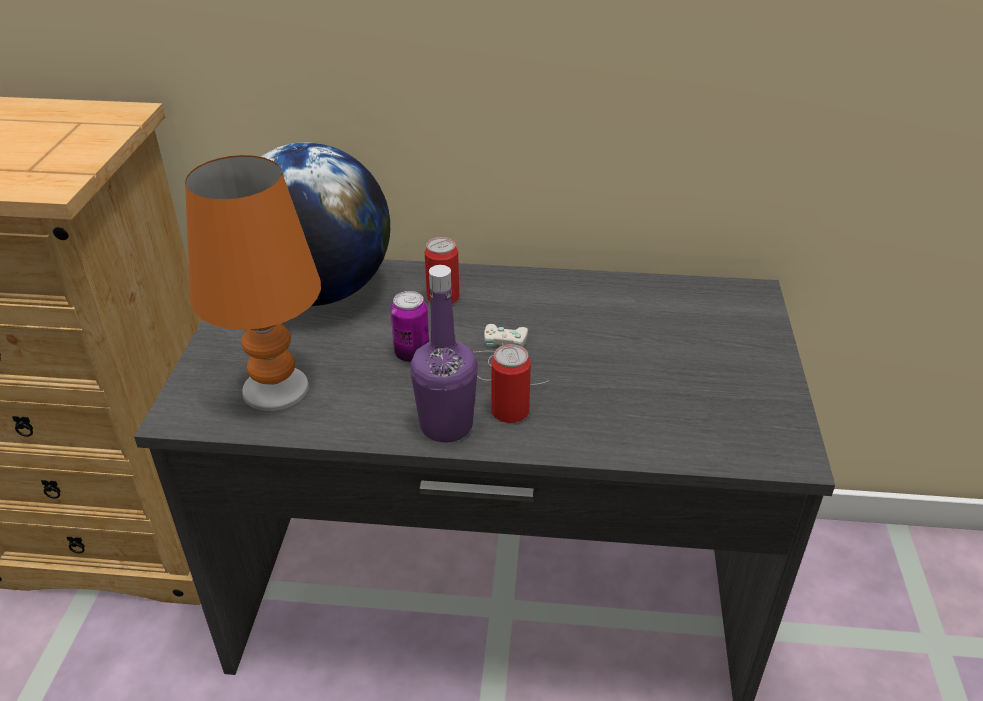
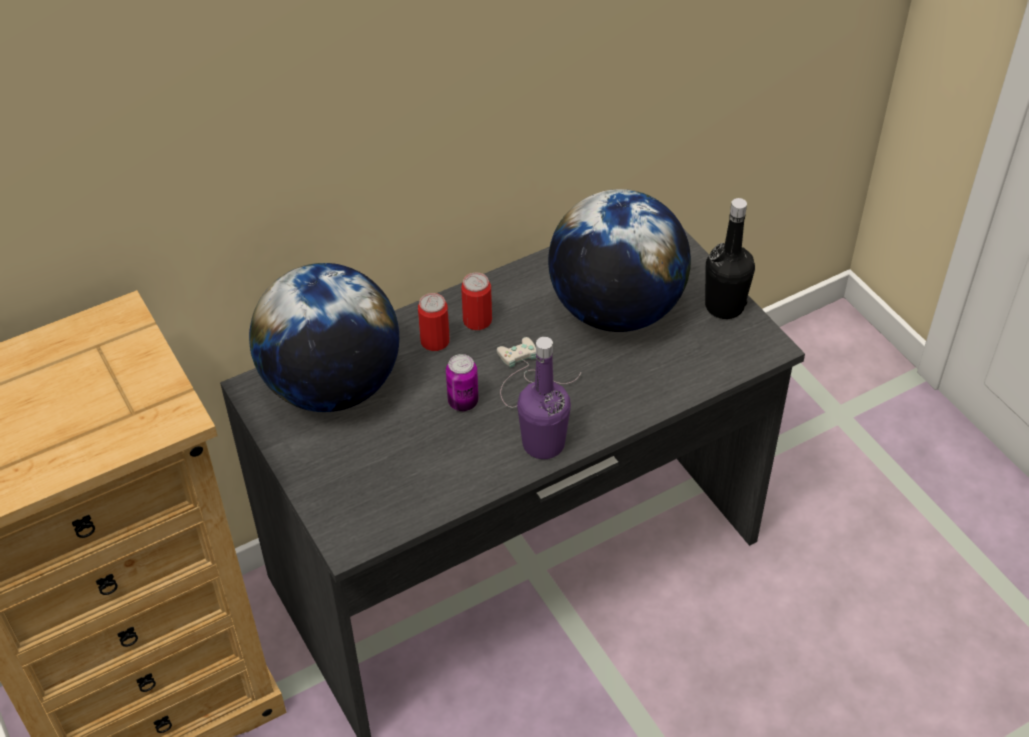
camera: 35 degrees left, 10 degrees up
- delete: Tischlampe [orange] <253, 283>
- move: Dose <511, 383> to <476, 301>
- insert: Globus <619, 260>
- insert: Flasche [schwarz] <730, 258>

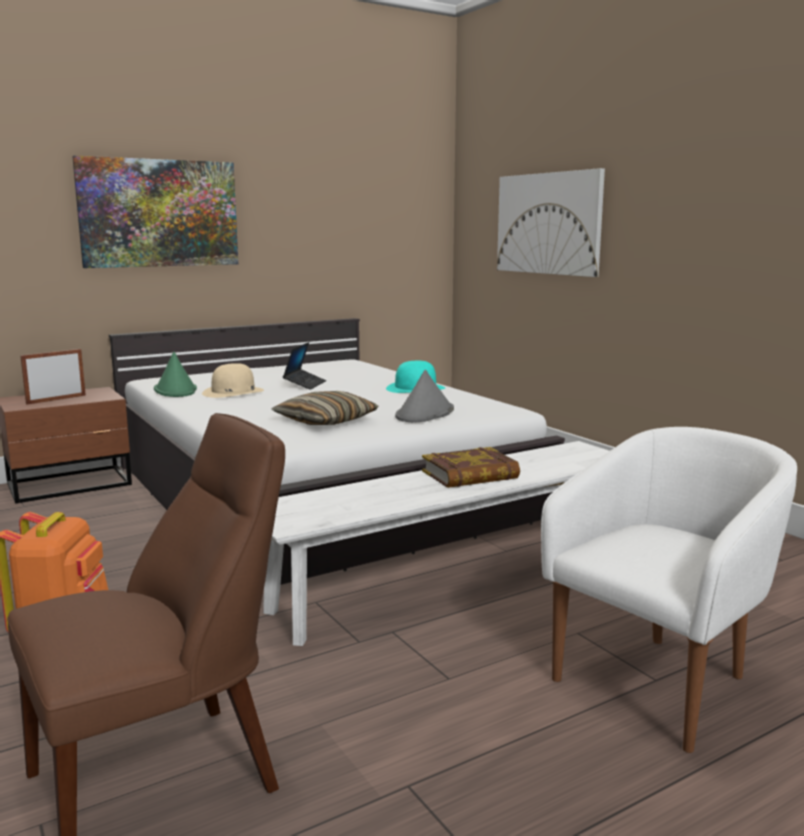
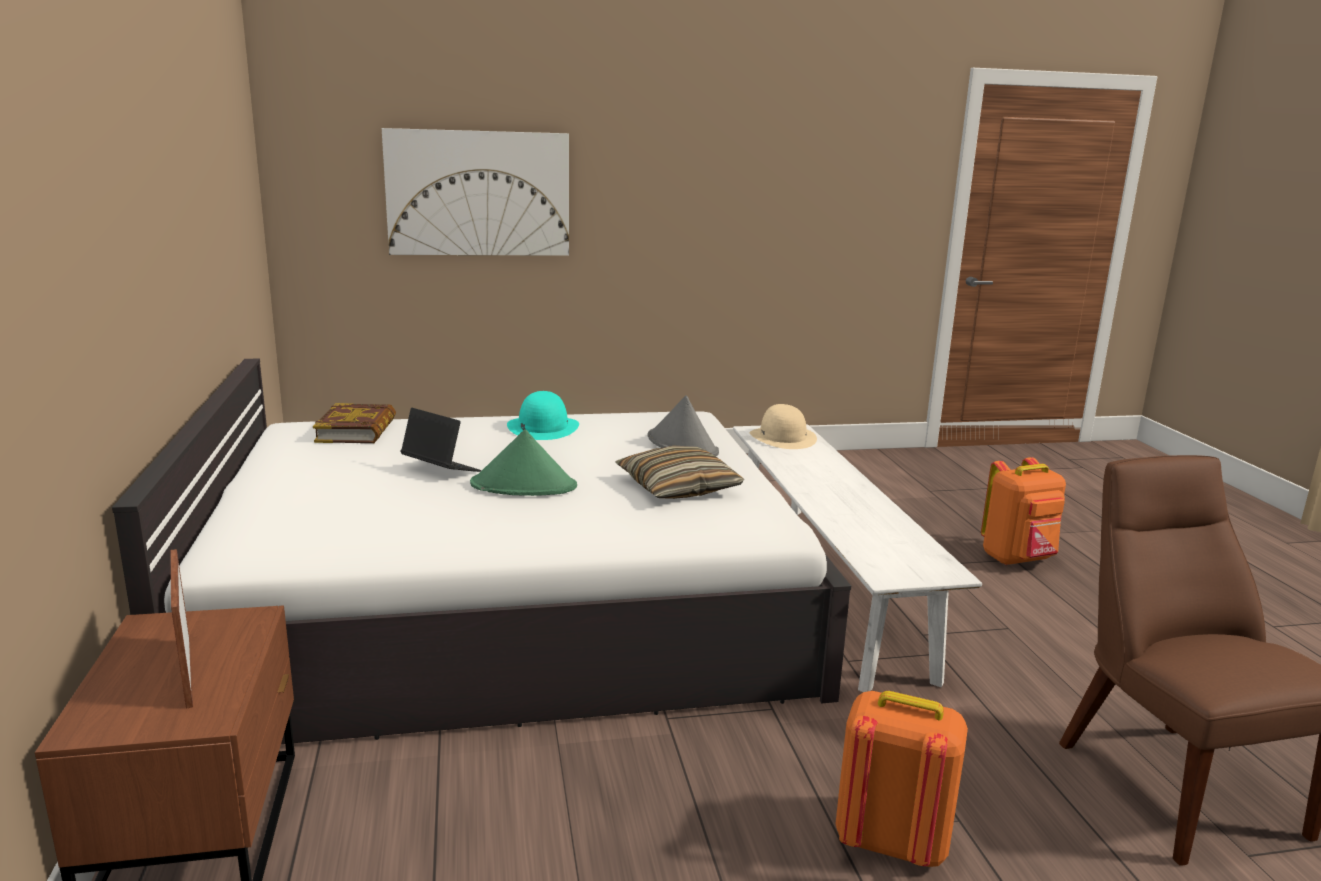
camera: 70 degrees left, 5 degrees up
- delete: Bild <155, 212>
- move: Hut [grün] <175, 374> to <523, 462>
- move: Hut [beige] <233, 380> to <783, 426>
- replace: Sessel [weiß] <669, 590> to Rucksack [orange] <1023, 511>
- move: Buch <471, 467> to <354, 423>

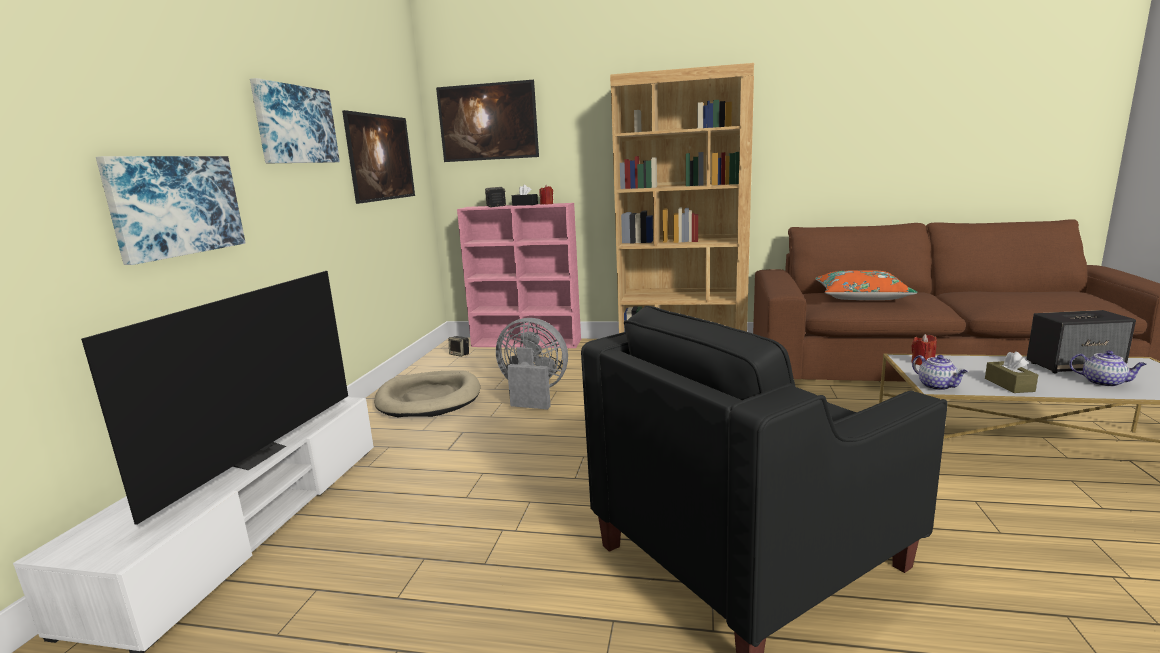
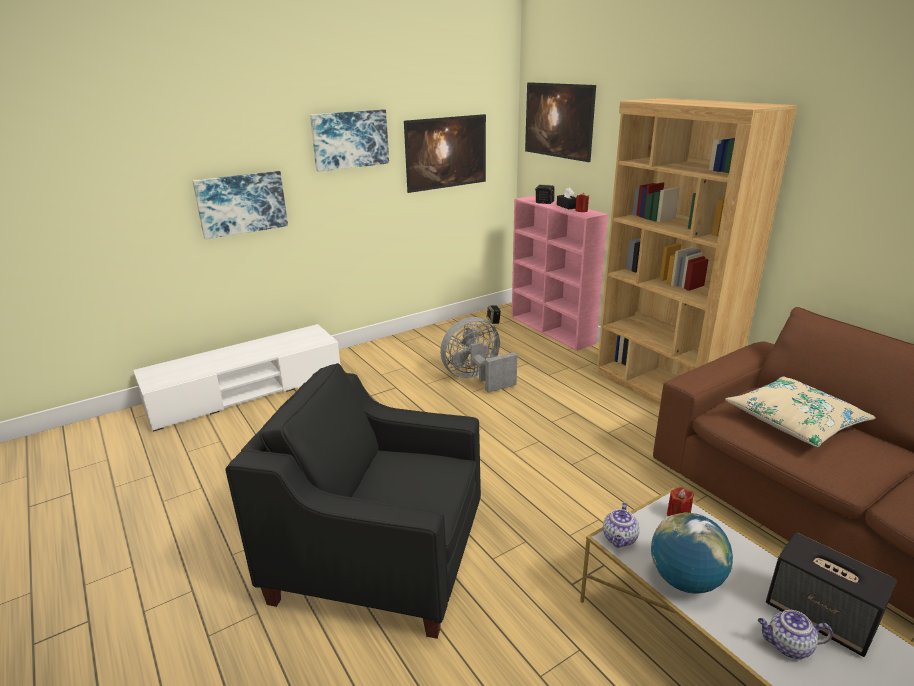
camera: 45 degrees right, 10 degrees up
- recolor: Kissen [orange] <866, 285> to Kissen [beige] <800, 411>
- delete: Fernseher <214, 398>
- rotate: Ventilator [grau] <532, 364> = <478, 355> 90 degrees counterclockwise
- replace: Taschentuchbox [braun] <1011, 372> to Globus <692, 553>
- rotate: Teekanne <1108, 369> = <795, 634> 105 degrees clockwise
- delete: Hundebett [beige] <427, 393>

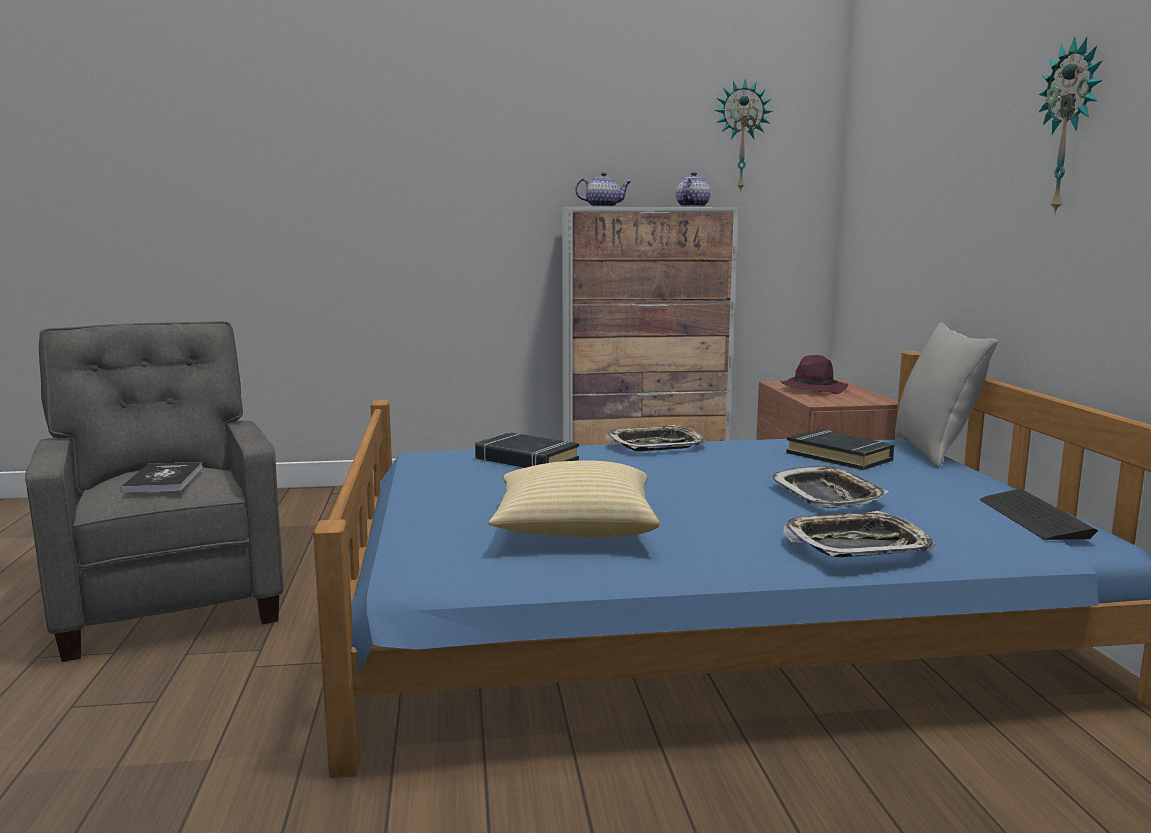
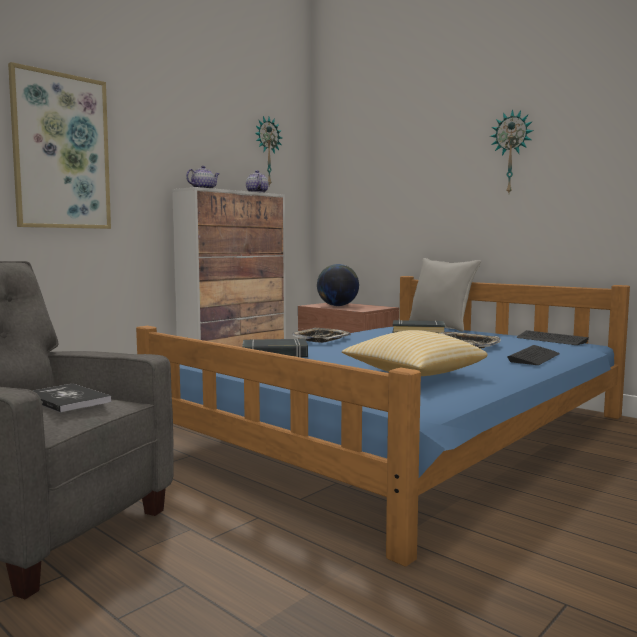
camera: 40 degrees left, 5 degrees down
- replace: Hut [lila] <814, 374> to Globus <338, 285>
- replace: Tablett <859, 534> to Tastatur <533, 355>
- insert: Bild <59, 145>

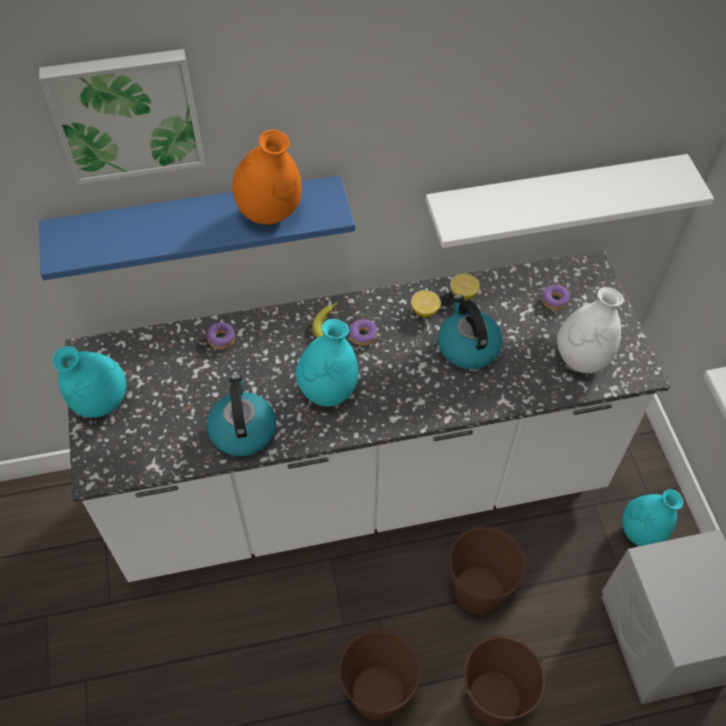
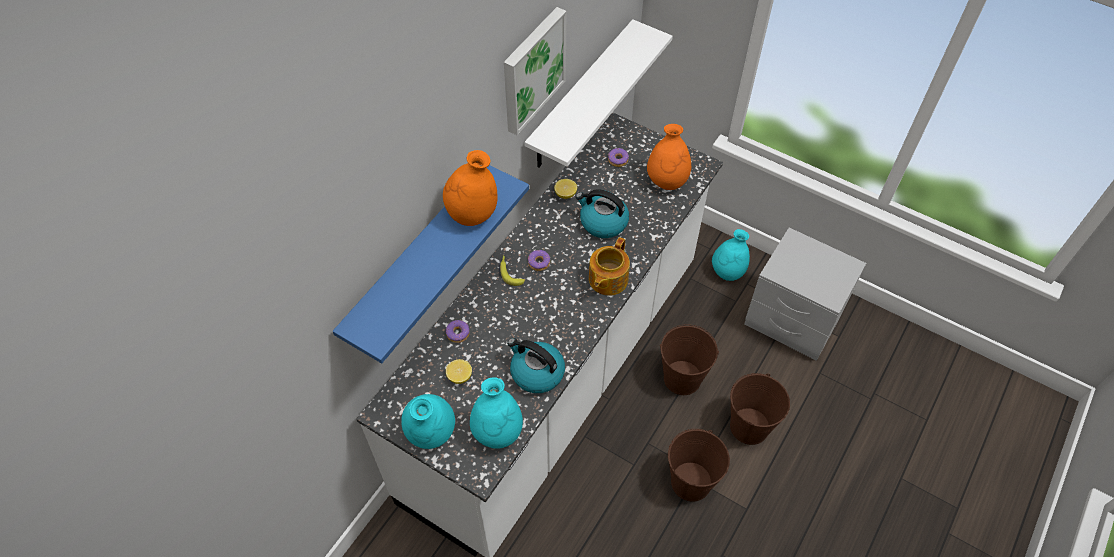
camera: 45 degrees left, 0 degrees up
- move: Bild <122, 116> to <535, 71>
- recolor: Vase [weiß] <590, 330> to Vase [orange] <669, 157>
- move: Zitrone <426, 303> to <459, 371>
- move: Vase [türkis] <327, 362> to <496, 413>
- insert: Teekanne <609, 266>

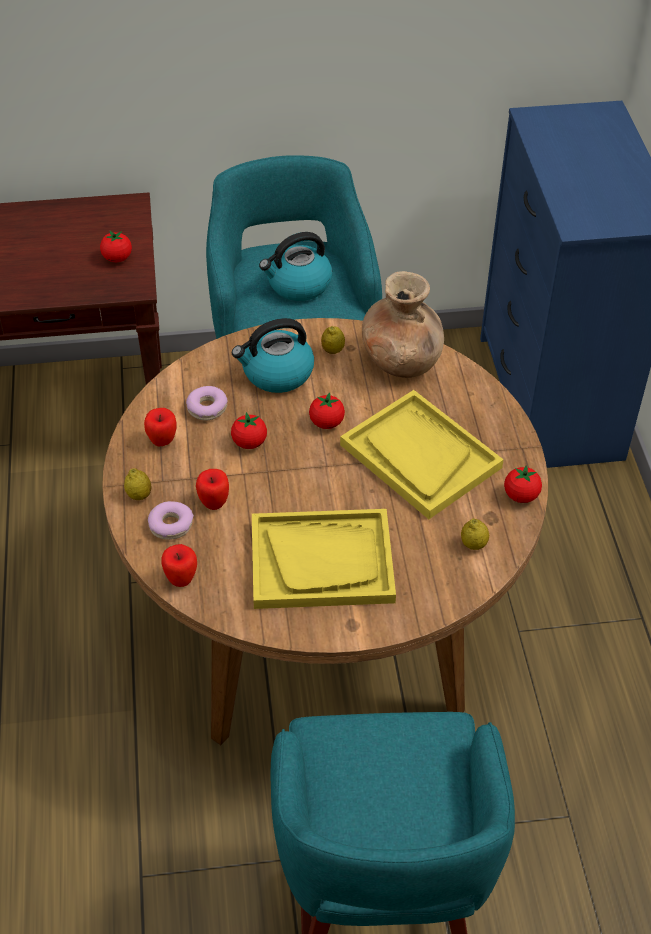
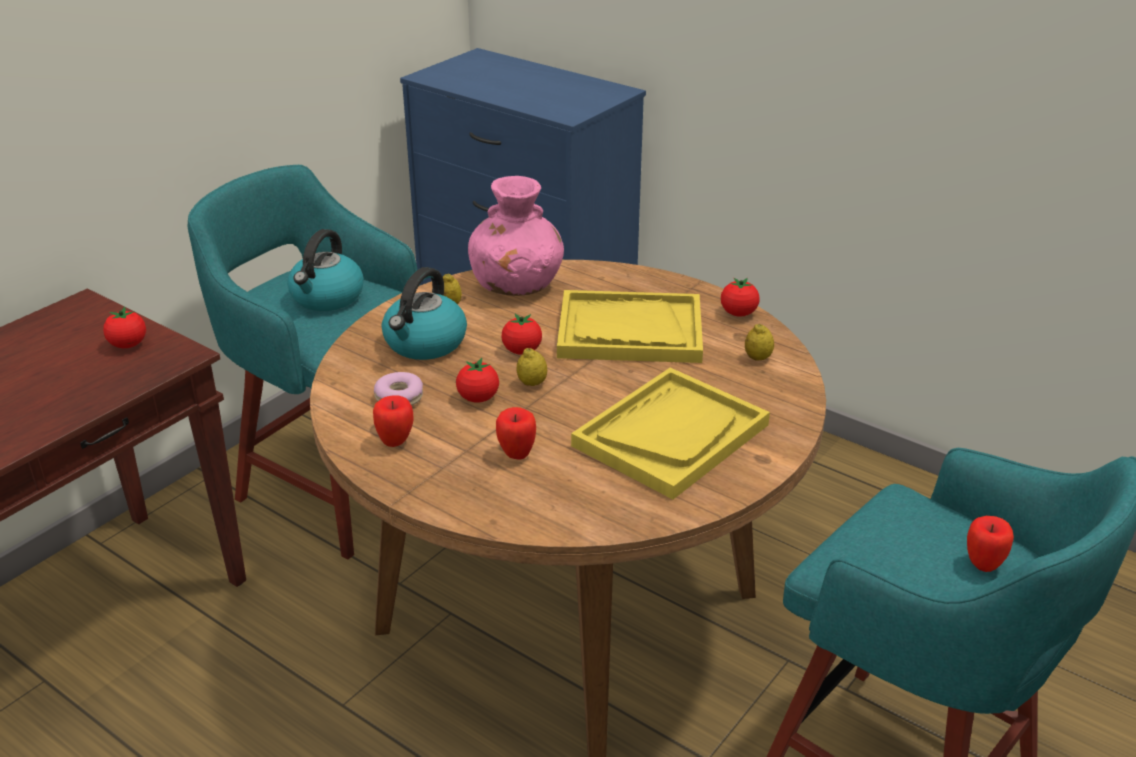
camera: 45 degrees left, 15 degrees down
- recolor: Vase [braun] <403, 324> to Vase [rosa] <516, 236>
- move: Zitrone <138, 484> to <531, 367>
- delete: Donut <171, 520>
- move: Apfel <179, 565> to <990, 544>

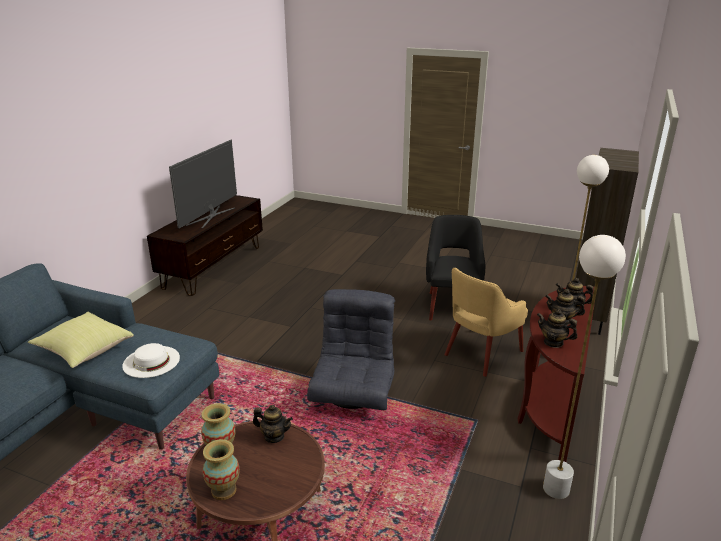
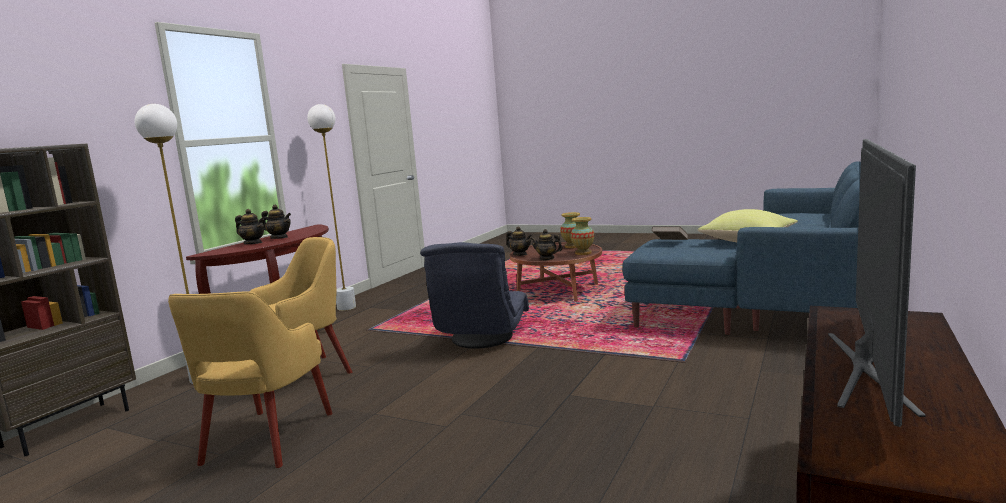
camera: 175 degrees left, 15 degrees down
- recolor: Sessel [schwarz] <455, 268> to Sessel [gelb] <250, 379>
- move: Teekanne <557, 328> to <519, 241>
- replace: Hut [weiß] <151, 360> to Buch [braun] <670, 233>

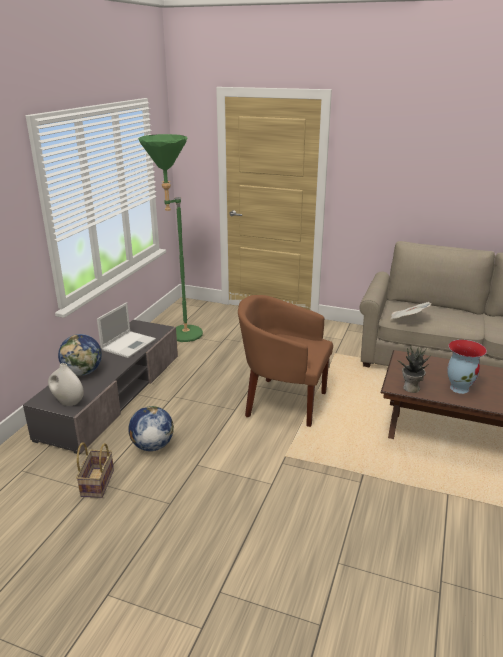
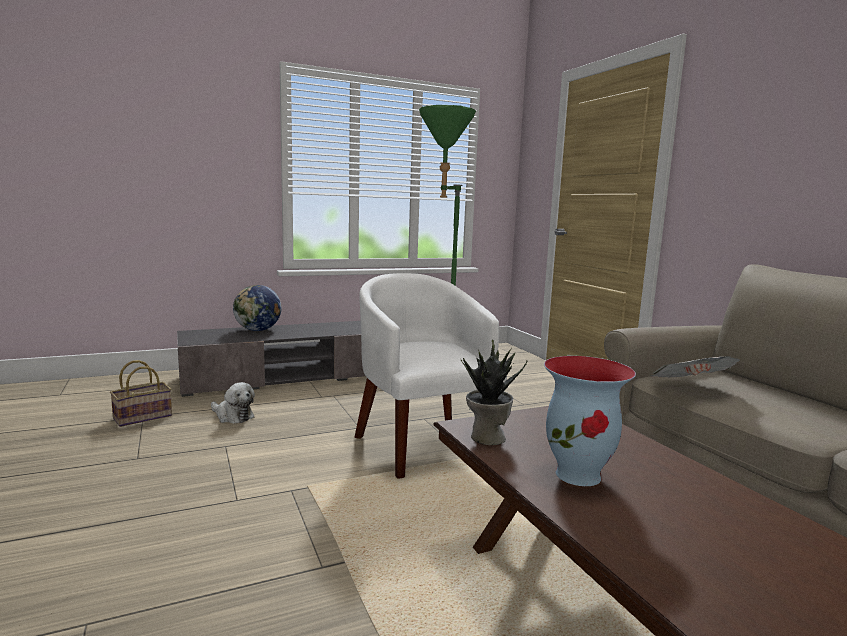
camera: 45 degrees right, 15 degrees down
- recolor: Sessel [braun] <285, 361> to Sessel [weiß] <430, 376>
- delete: Laptop <126, 330>
- delete: Vase [weiß] <66, 384>
- replace: Globus <151, 428> to Plüschtier <233, 403>

